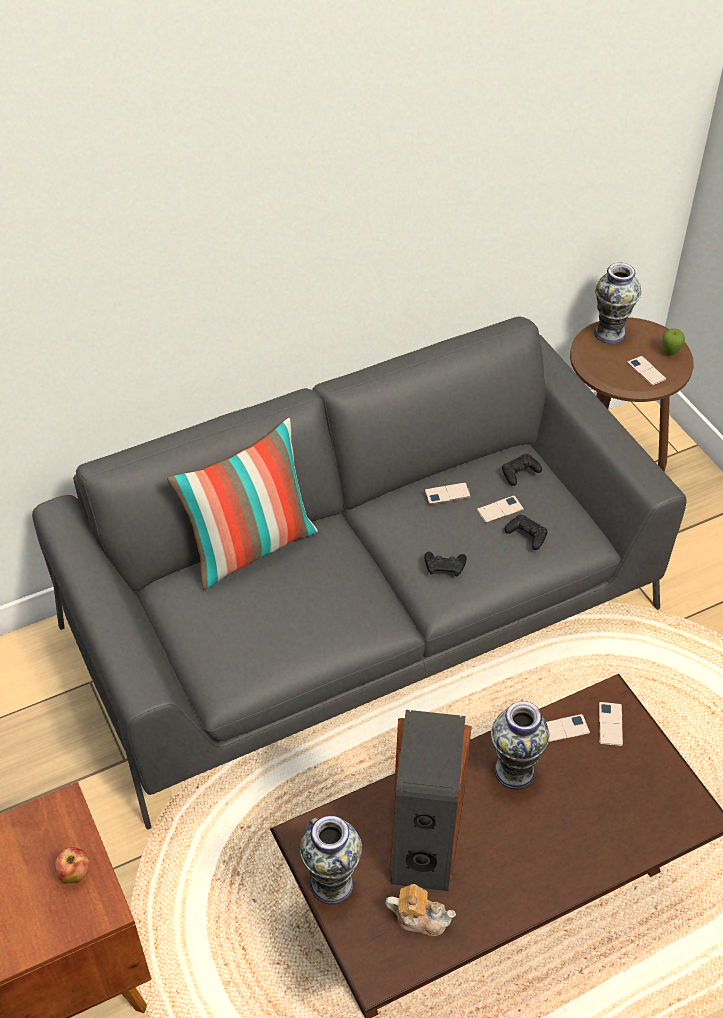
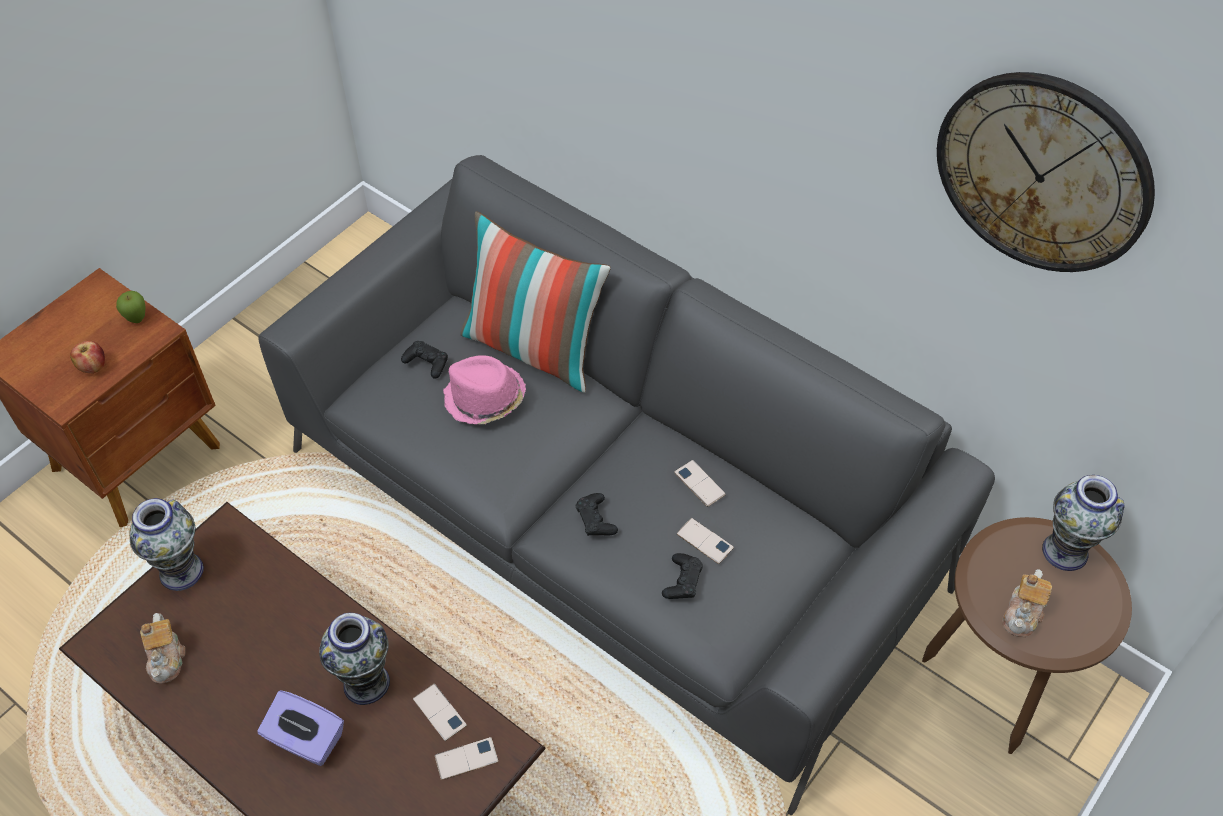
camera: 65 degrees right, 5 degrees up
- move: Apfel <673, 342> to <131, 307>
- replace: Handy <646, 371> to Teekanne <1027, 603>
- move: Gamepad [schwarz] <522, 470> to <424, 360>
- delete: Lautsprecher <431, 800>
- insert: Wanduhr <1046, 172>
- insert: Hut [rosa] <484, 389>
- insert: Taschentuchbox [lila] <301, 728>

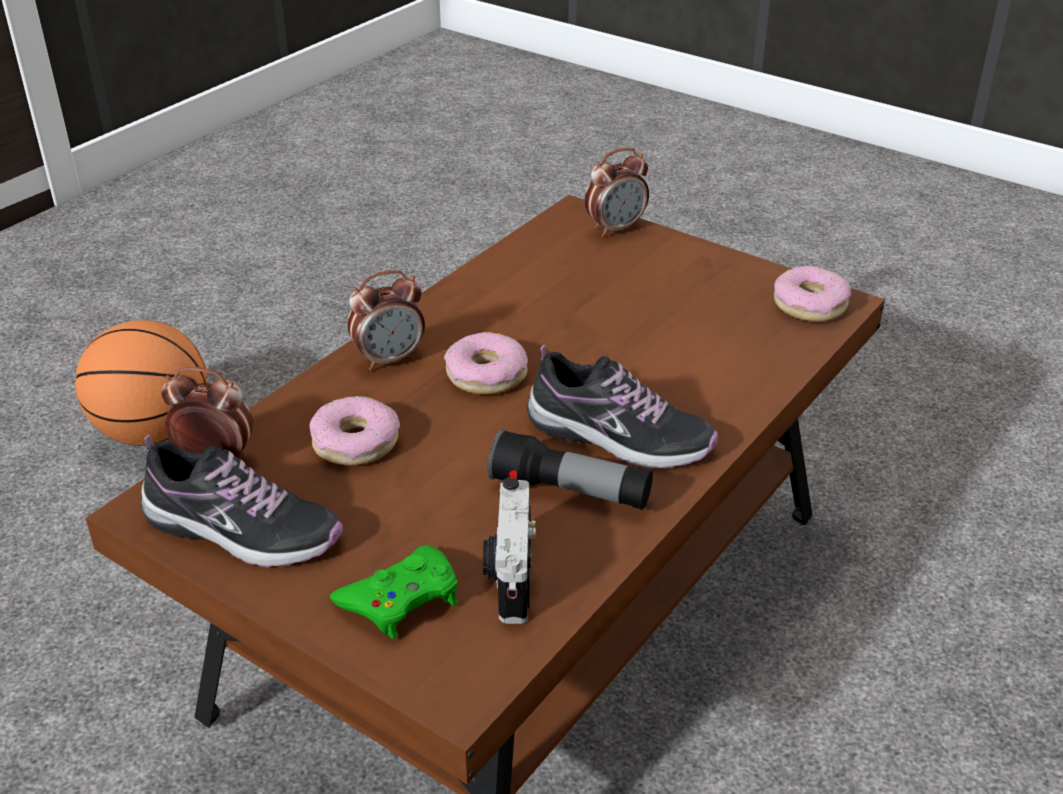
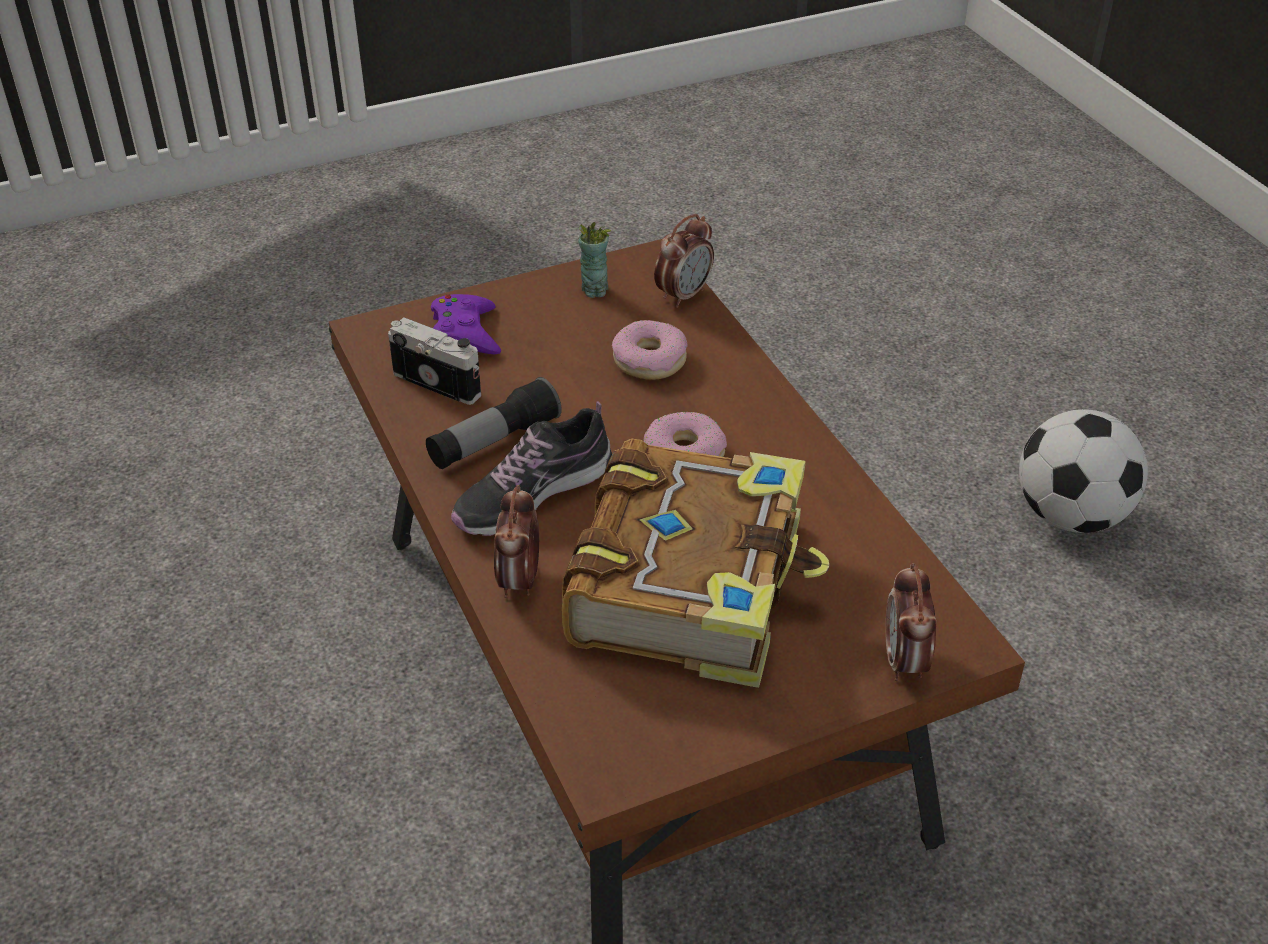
camera: 120 degrees right, 5 degrees up
- delete: Donut <812, 294>
- move: Wecker <386, 320> to <516, 541>
- replace: Basketball <141, 383> to Fußball <1083, 471>
- replace: Schuh <242, 500> to Tasse <594, 260>
- recolor: Gamepad [grün] <394, 592> to Gamepad [lila] <466, 324>
- insert: Buch <695, 563>

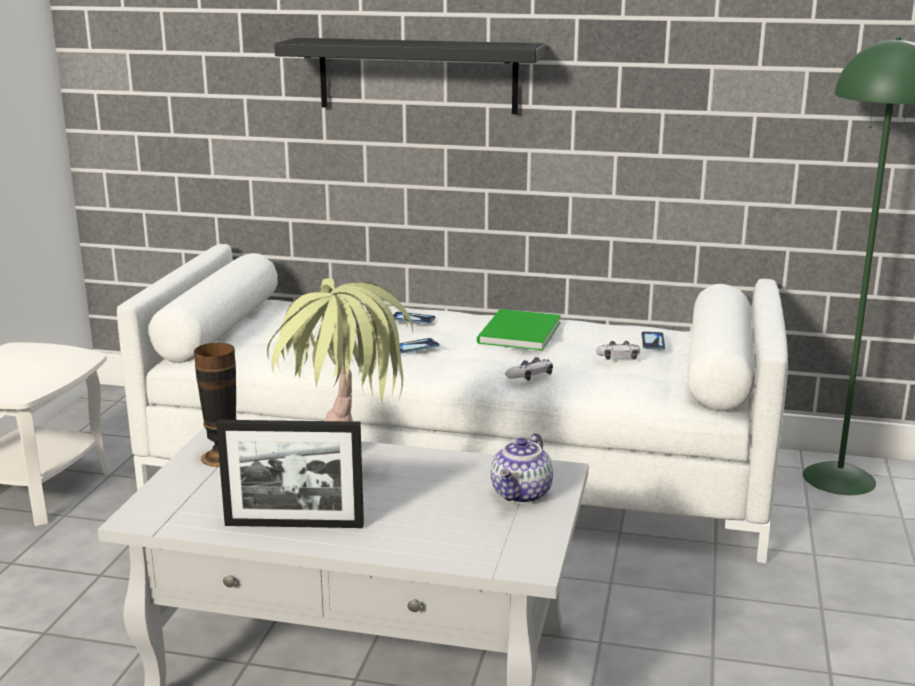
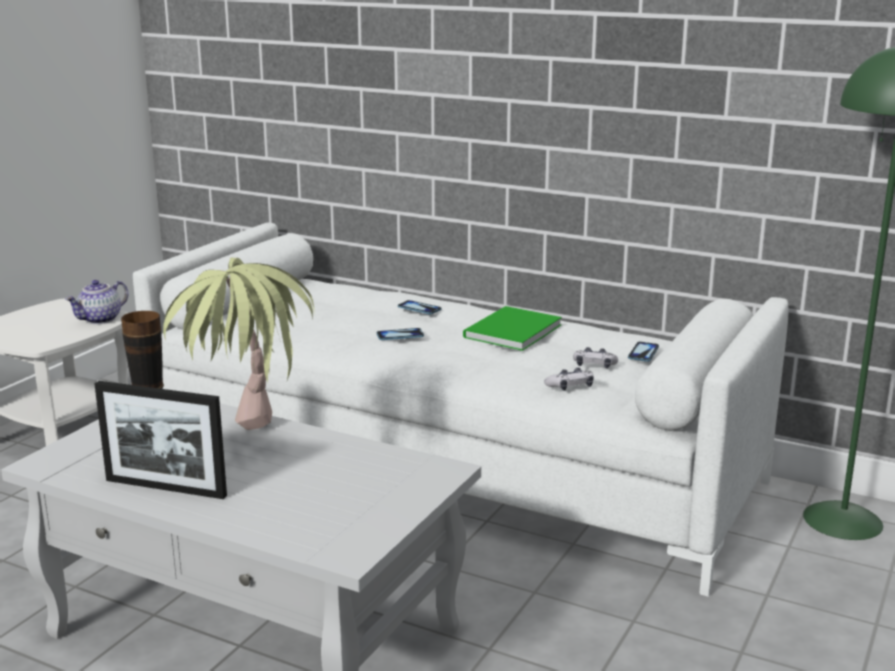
camera: 15 degrees right, 0 degrees up
- delete: Wandregal [schwarz] <409, 76>
- move: Gamepad <529, 369> to <569, 379>
- move: Teekanne <522, 468> to <96, 302>

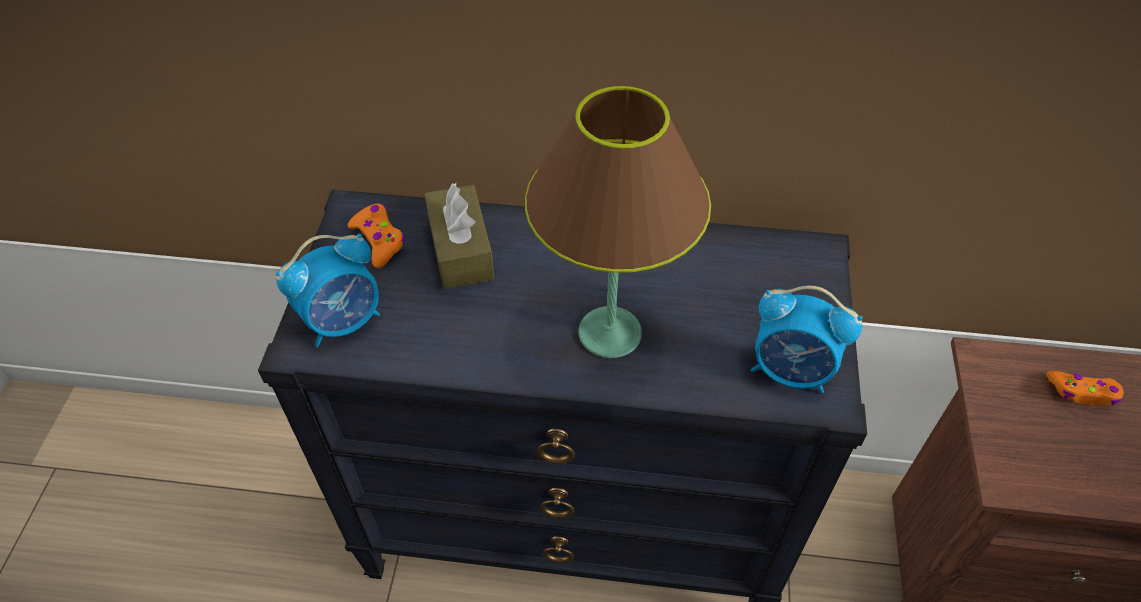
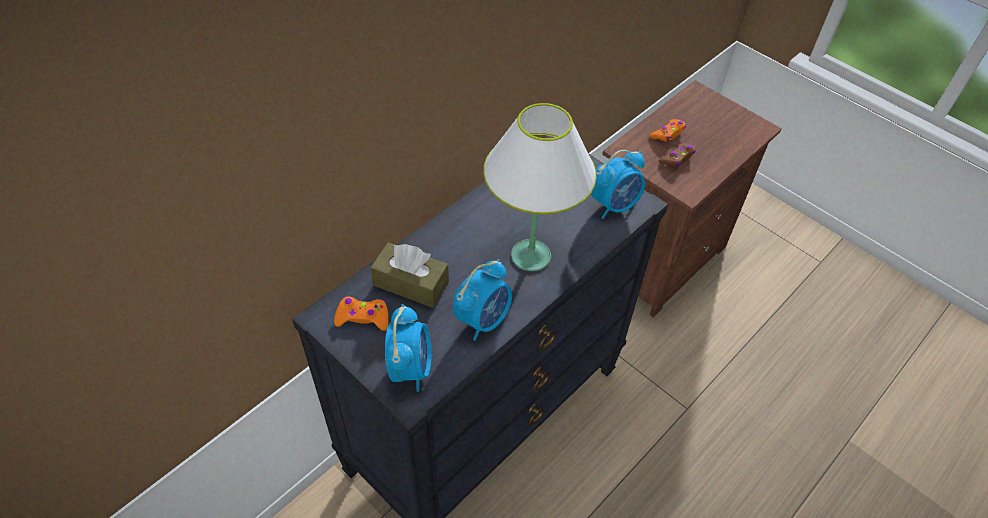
camera: 55 degrees left, 0 degrees up
- recolor: Tischlampe [braun] <618, 222> to Tischlampe [weiß] <539, 187>
- insert: Gamepad [braun] <677, 155>
- insert: Wecker <482, 300>

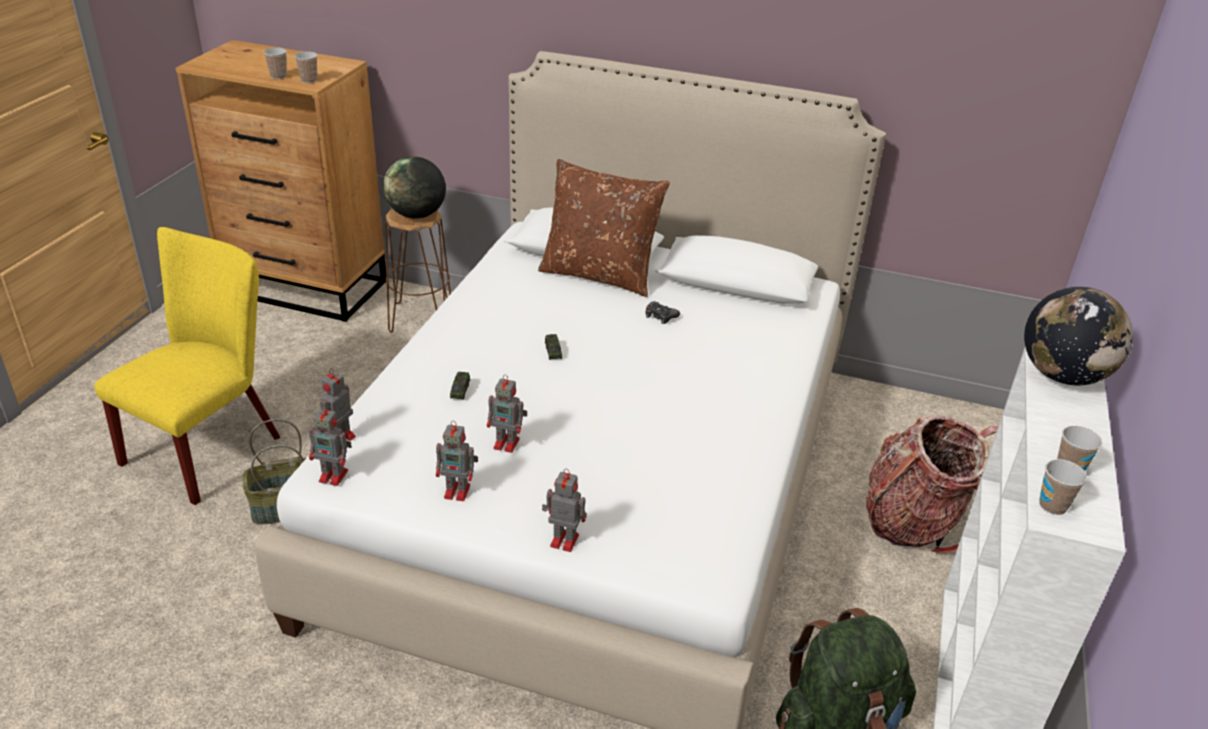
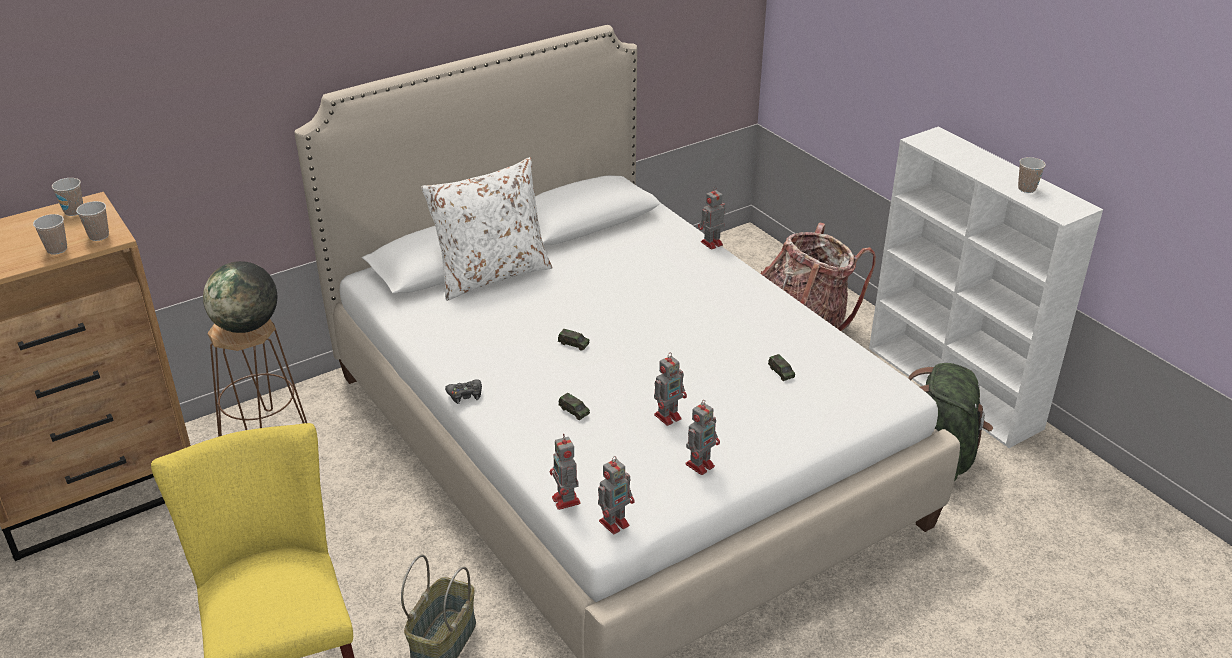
camera: 50 degrees left, 0 degrees up
- recolor: Kissen [braun] <604, 228> to Kissen [weiß] <487, 229>
- delete: Globus <1078, 336>
- move: Gamepad [schwarz] <663, 312> to <463, 391>
- move: Tasse <1063, 487> to <67, 197>
- move: Spielzeugroboter <564, 510> to <711, 218>
- insert: Spielzeugauto <781, 367>

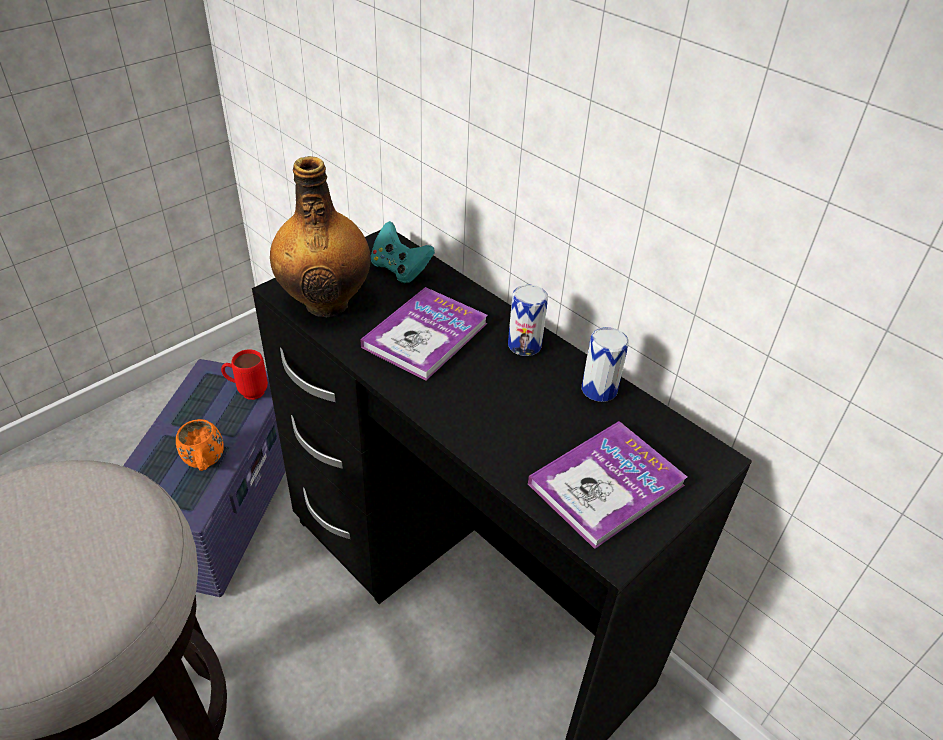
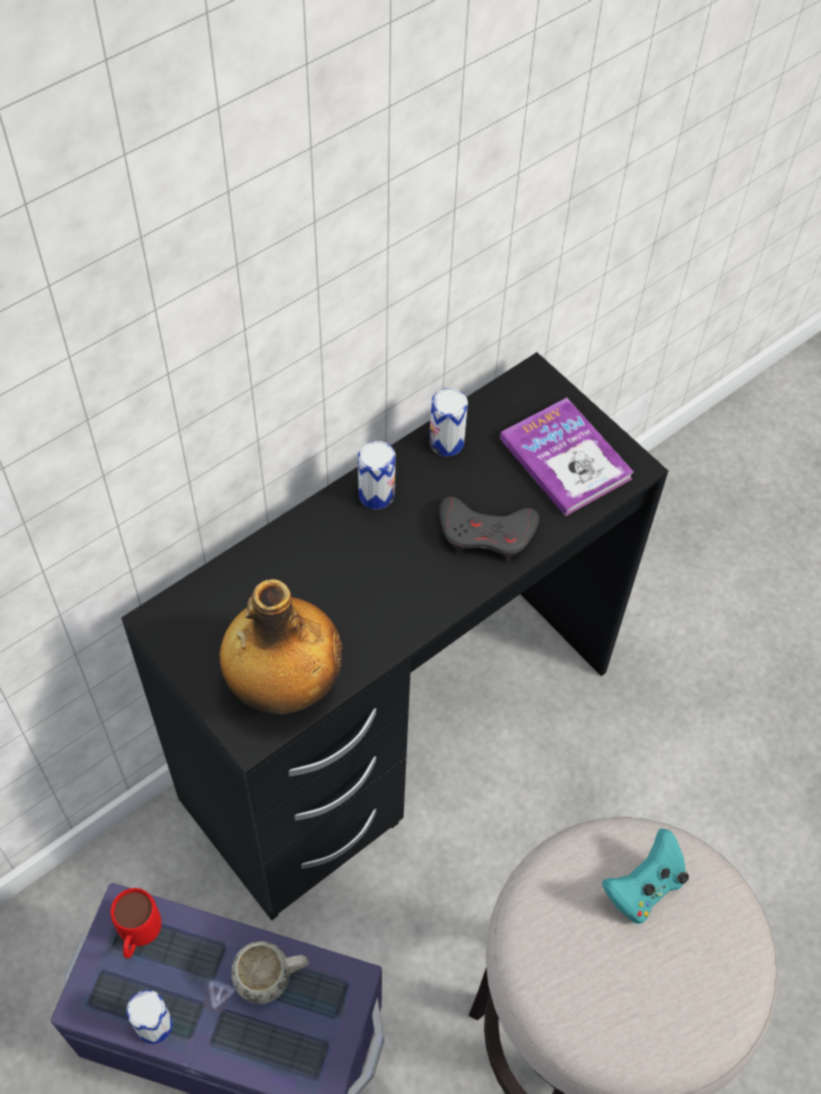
camera: 85 degrees left, 15 degrees up
- move: Gamepad [türkis] <403, 252> to <645, 876>
- delete: Buch <424, 333>
- recolor: Henkelbecher [orange] <200, 445> to Henkelbecher [weiß] <270, 972>
- insert: Gamepad [grau] <489, 529>
- insert: Dose <149, 1017>

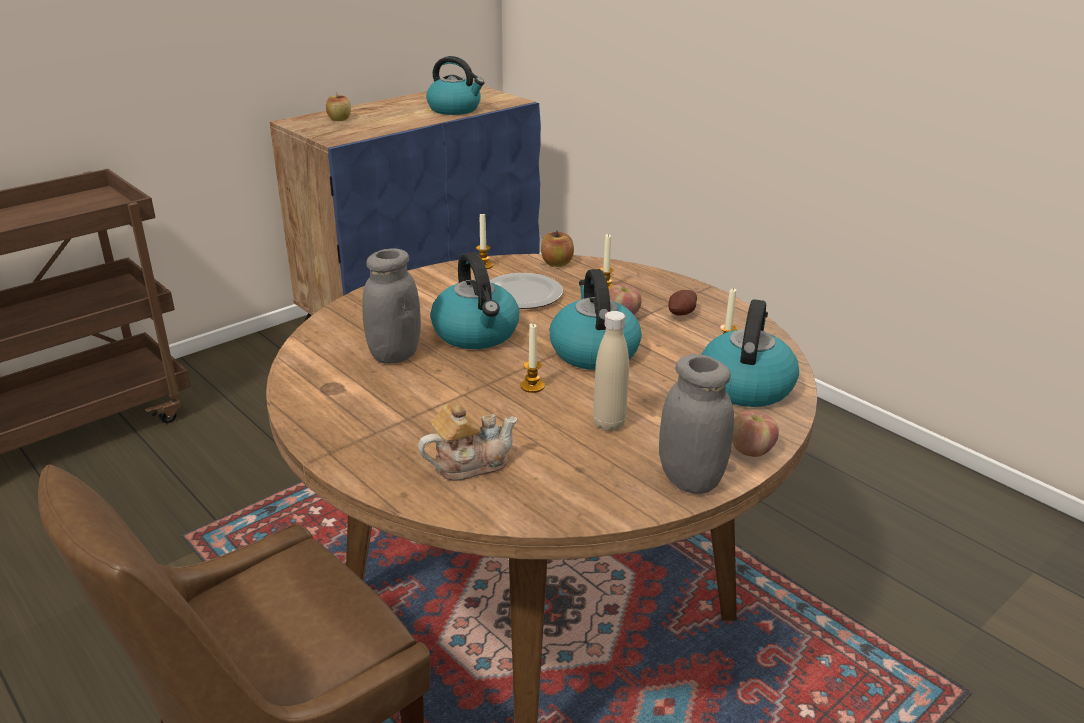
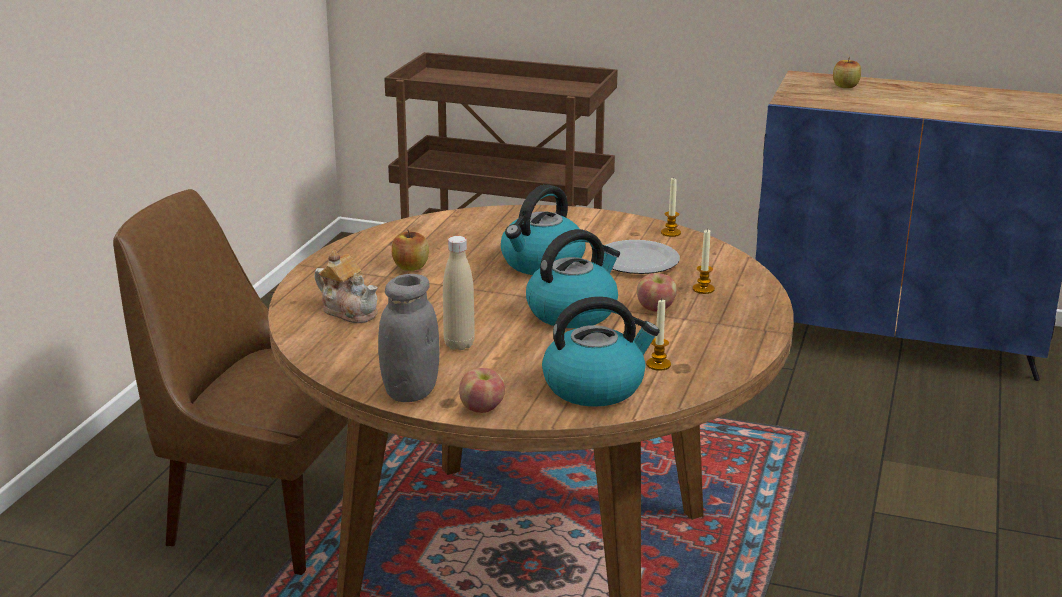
camera: 60 degrees right, 5 degrees down
- delete: Wasserkessel <455, 85>
- move: Apfel <557, 248> to <410, 250>
- delete: Vorratsglas [grau] <391, 306>
- delete: Kartoffel <683, 303>
- delete: Kerze <532, 358>

